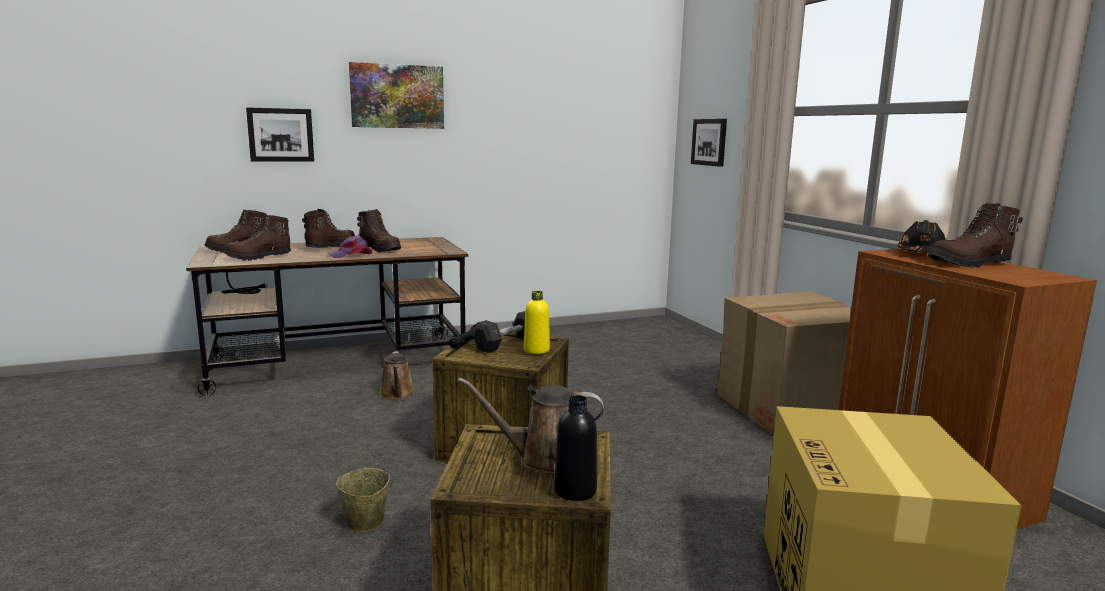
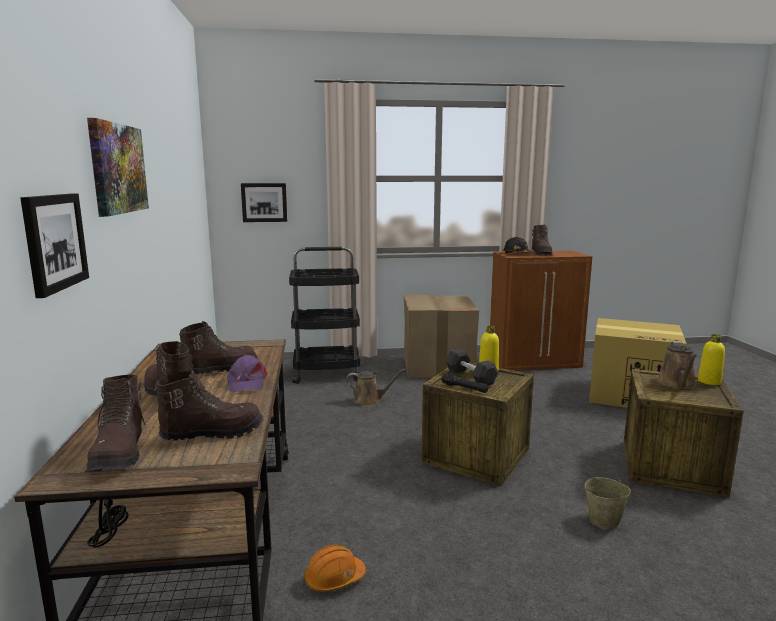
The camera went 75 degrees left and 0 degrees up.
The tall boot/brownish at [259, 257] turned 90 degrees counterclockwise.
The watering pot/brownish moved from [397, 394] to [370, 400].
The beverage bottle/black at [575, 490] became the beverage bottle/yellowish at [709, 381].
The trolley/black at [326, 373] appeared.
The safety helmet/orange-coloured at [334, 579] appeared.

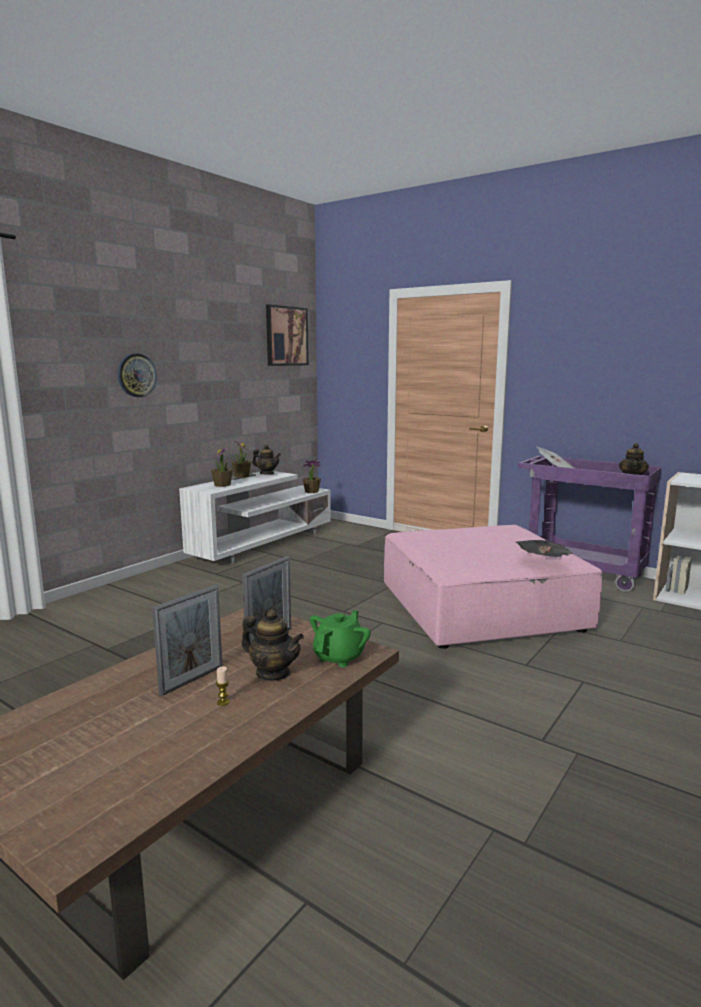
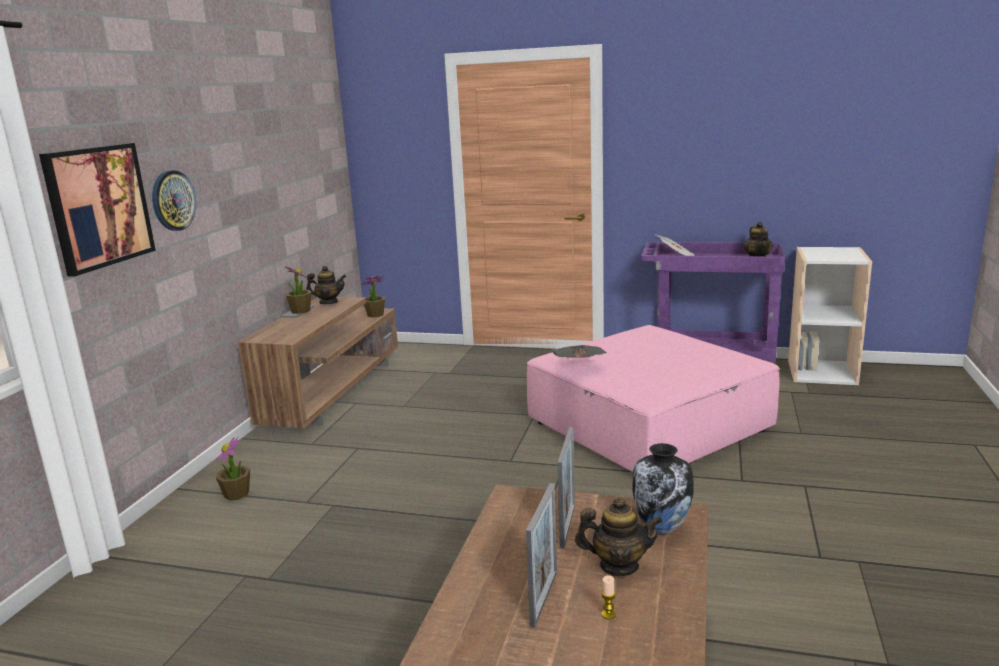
The camera went 20 degrees left and 5 degrees up.
The tv unit/white-coloured at [264, 544] became the tv unit/brownish at [336, 391].
The houseplant moved from [222, 485] to [237, 494].
The wall picture moved from [286, 336] to [99, 206].
The teapot/greenish at [339, 657] was replaced by the vase at [662, 528].
The daily paper moved from [543, 563] to [578, 366].

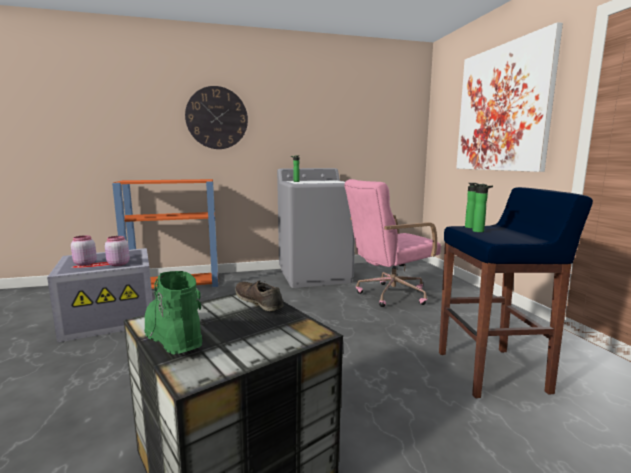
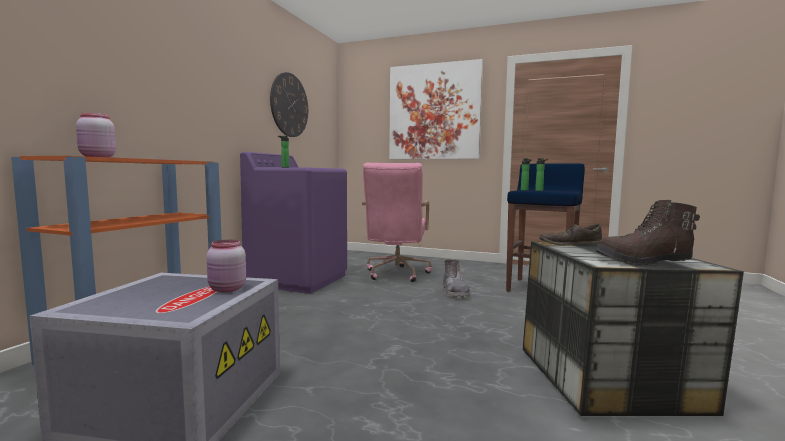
The camera went 55 degrees left and 5 degrees down.
The jar/pink-coloured moved from [84, 264] to [97, 157].
The tall boot/greenish at [172, 337] became the tall boot/brownish at [644, 262].
The wall clock moved from [217, 118] to [289, 105].
The laundry appliance/greyish at [315, 275] became the laundry appliance/purple-coloured at [298, 280].
The tall boot/greyish at [455, 293] appeared.

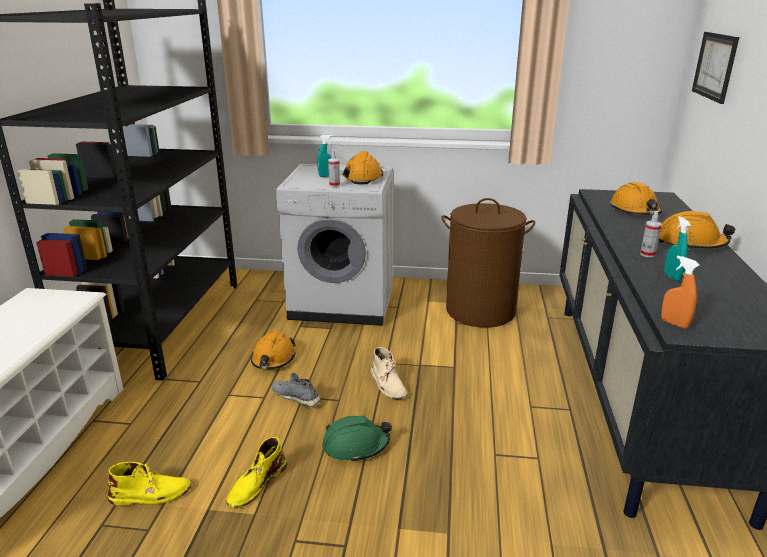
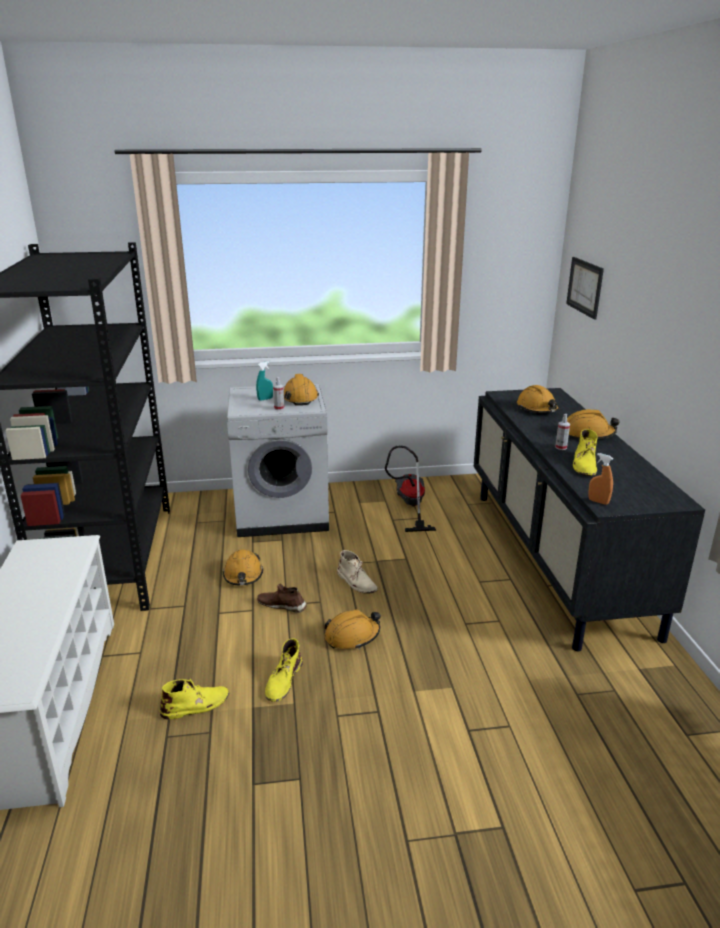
The camera went 15 degrees left and 0 degrees up.
The shoe/greyish at [297, 397] became the shoe/brownish at [282, 605].
The safety helmet/greenish at [356, 446] became the safety helmet/orange-coloured at [352, 636].
The hamper/brownish at [480, 311] was replaced by the hoover at [409, 505].
The hand sprayer/blue-green at [672, 277] was replaced by the tall boot/yellowish at [584, 464].

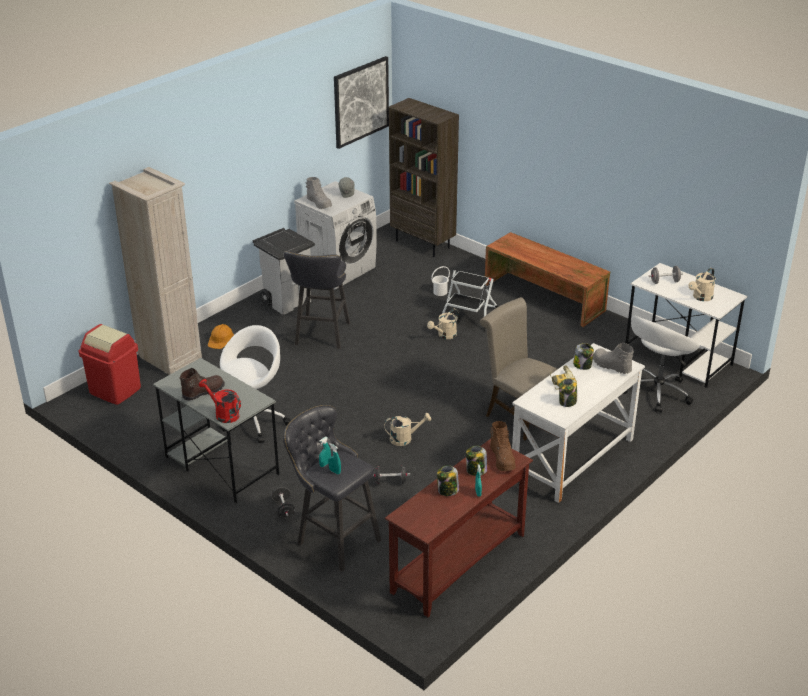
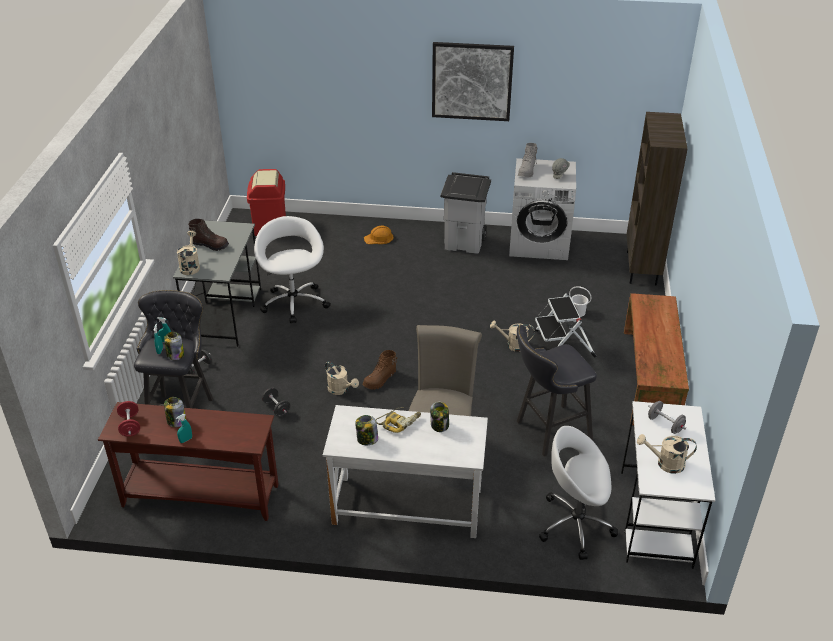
The camera went 55 degrees right and 5 degrees up.
The cabinet/sand-coloured at [170, 357] disappeared.
The watering pot/red at [223, 414] became the watering pot/sand-coloured at [190, 266].
The office chair/white-coloured at [255, 419] turned 120 degrees counterclockwise.
The stool seat/black moved from [321, 337] to [546, 432].
The wall picture moved from [361, 101] to [472, 81].
The jar moved from [476, 470] to [175, 355].
The tall boot/brownish moved from [502, 459] to [380, 380].
The tall boot/greyish at [611, 366] disappeared.
The free weight/red at [130, 426] appeared.

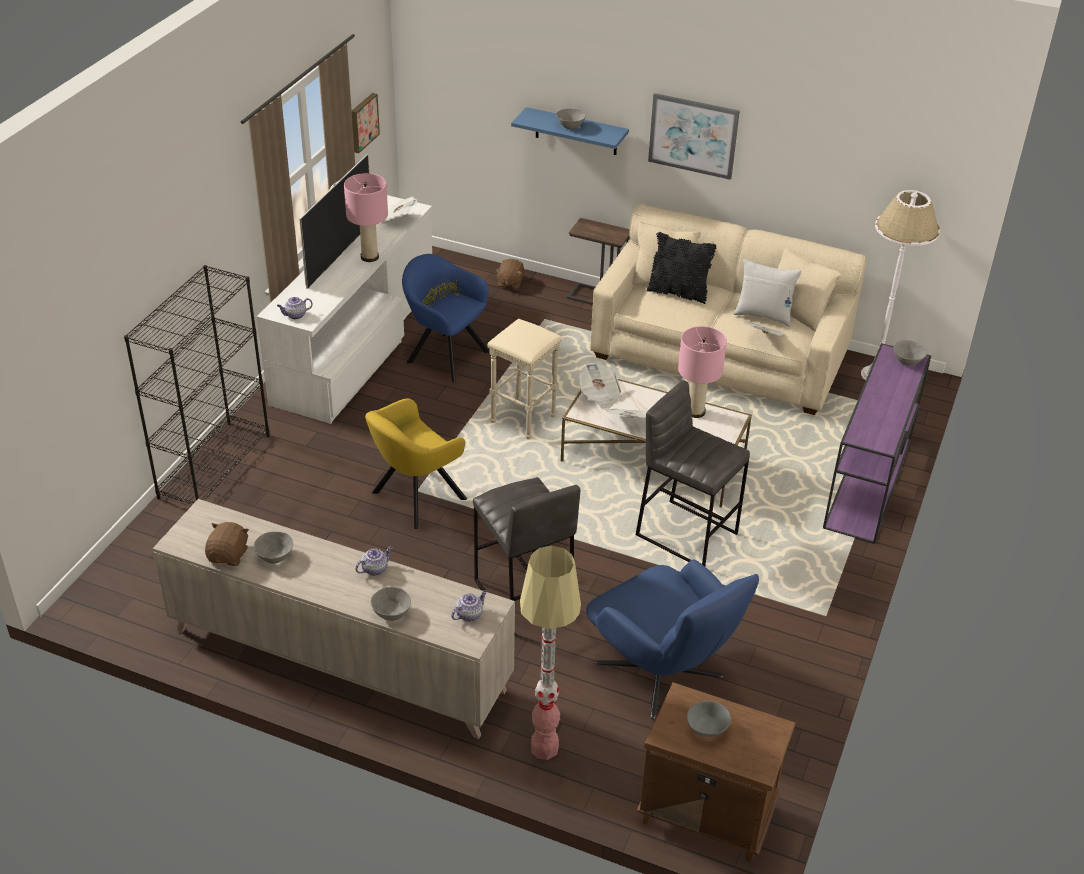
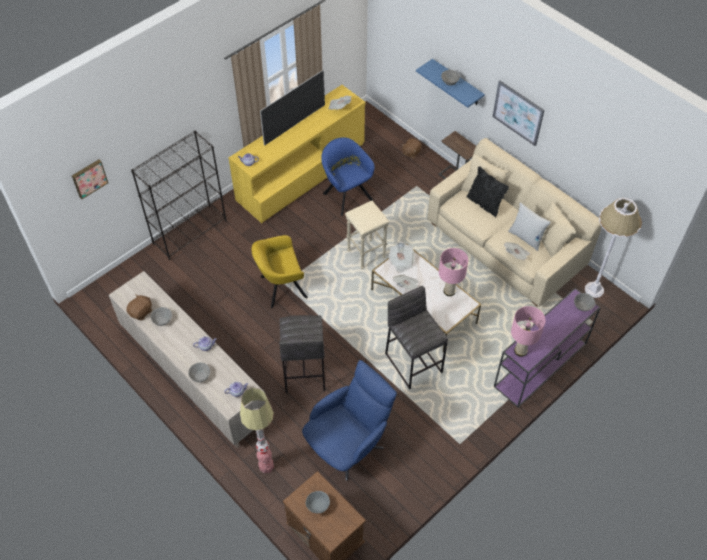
The camera went 25 degrees right and 15 degrees up.
The tv unit/white-coloured at [357, 348] became the tv unit/yellowish at [301, 175].
The lamp for a table/pink-coloured moved from [370, 257] to [520, 351].
The wall picture moved from [363, 122] to [89, 178].
The easy chair/bluish at [661, 673] turned 120 degrees counterclockwise.

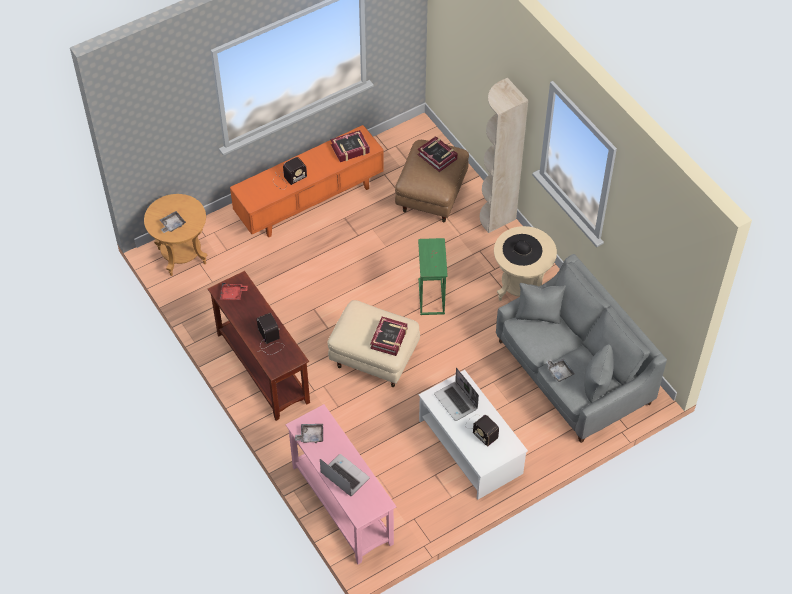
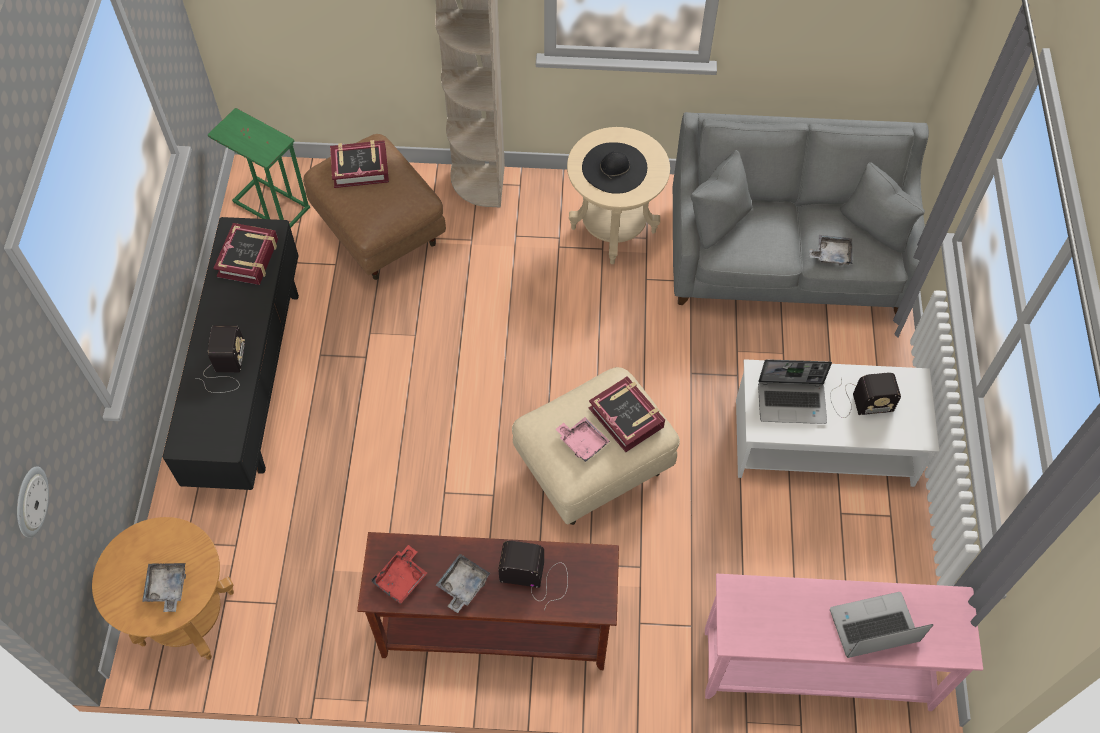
The camera went 55 degrees left and 5 degrees up.
The tv unit/orange-coloured at [309, 199] became the tv unit/black at [246, 377].
The carrying tray/greyish moved from [310, 435] to [462, 585].
The side table/greenish moved from [431, 297] to [272, 205].
The wall clock at [30, 501] appeared.
The carrying tray/pink-coloured at [582, 442] appeared.

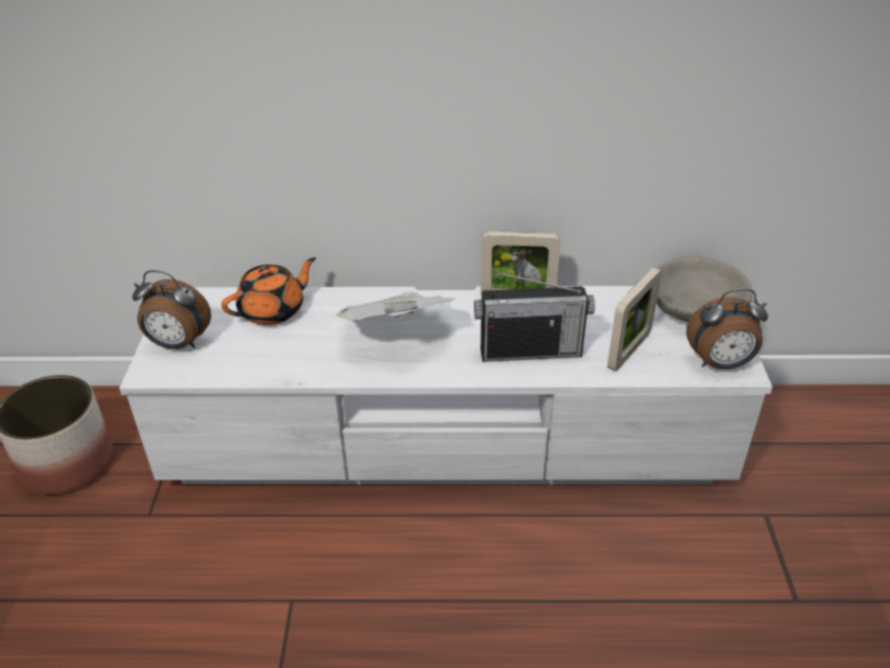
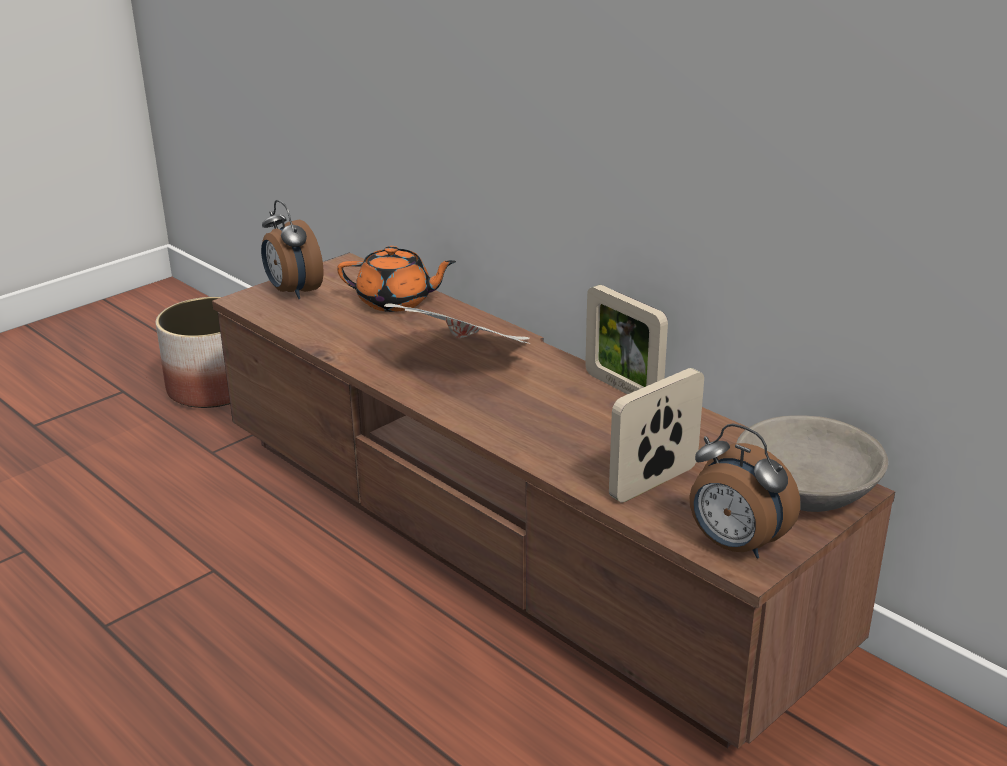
The camera went 45 degrees right and 10 degrees down.
The tv unit/white-coloured at [447, 441] became the tv unit/brownish at [507, 539].
The radio set at [530, 351] disappeared.
The picture frame at [629, 351] turned 150 degrees clockwise.

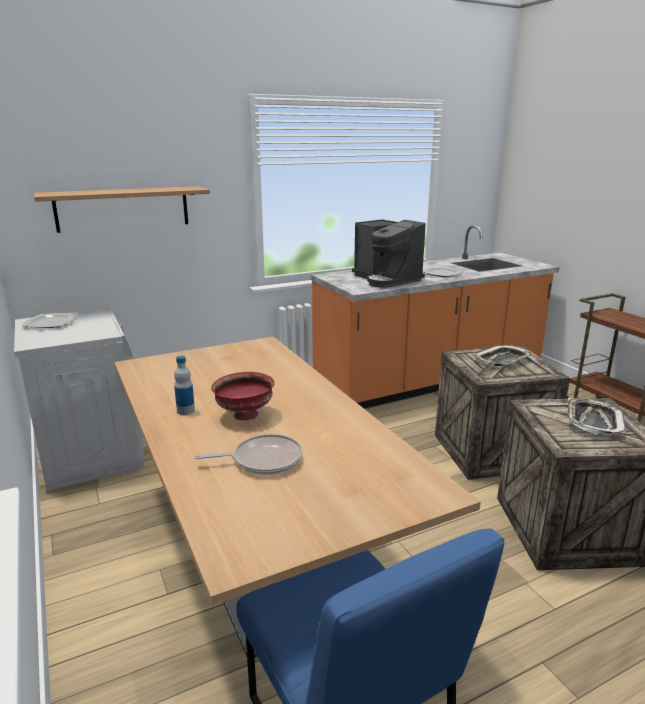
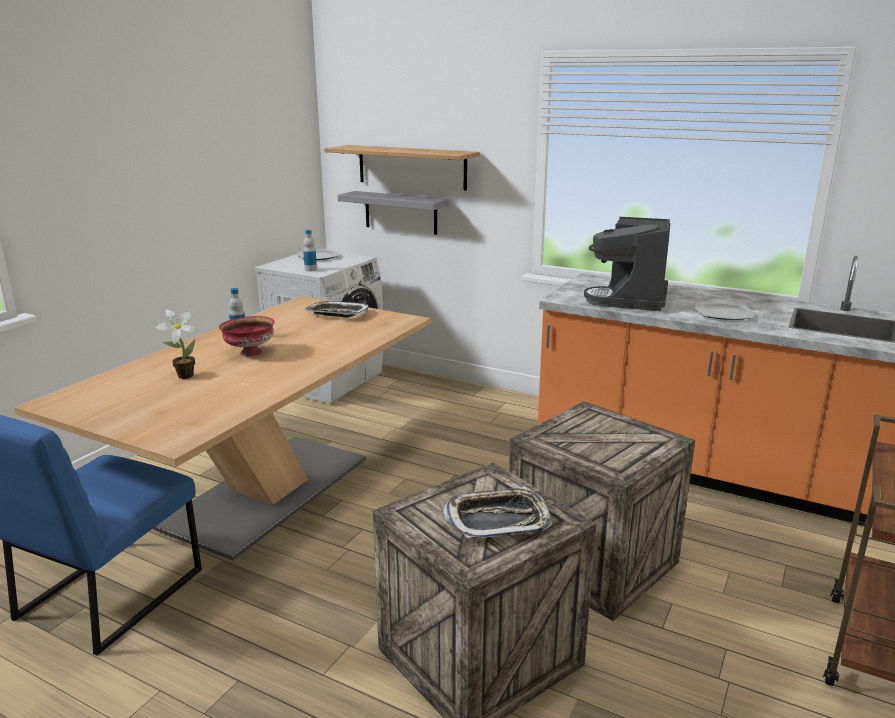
The camera went 55 degrees right and 0 degrees up.
The pan at [263, 460] was replaced by the houseplant at [182, 376].
The carrying tray moved from [502, 360] to [337, 314].
The beverage bottle at [310, 270] appeared.
The wall shelf/greyish at [400, 212] appeared.

